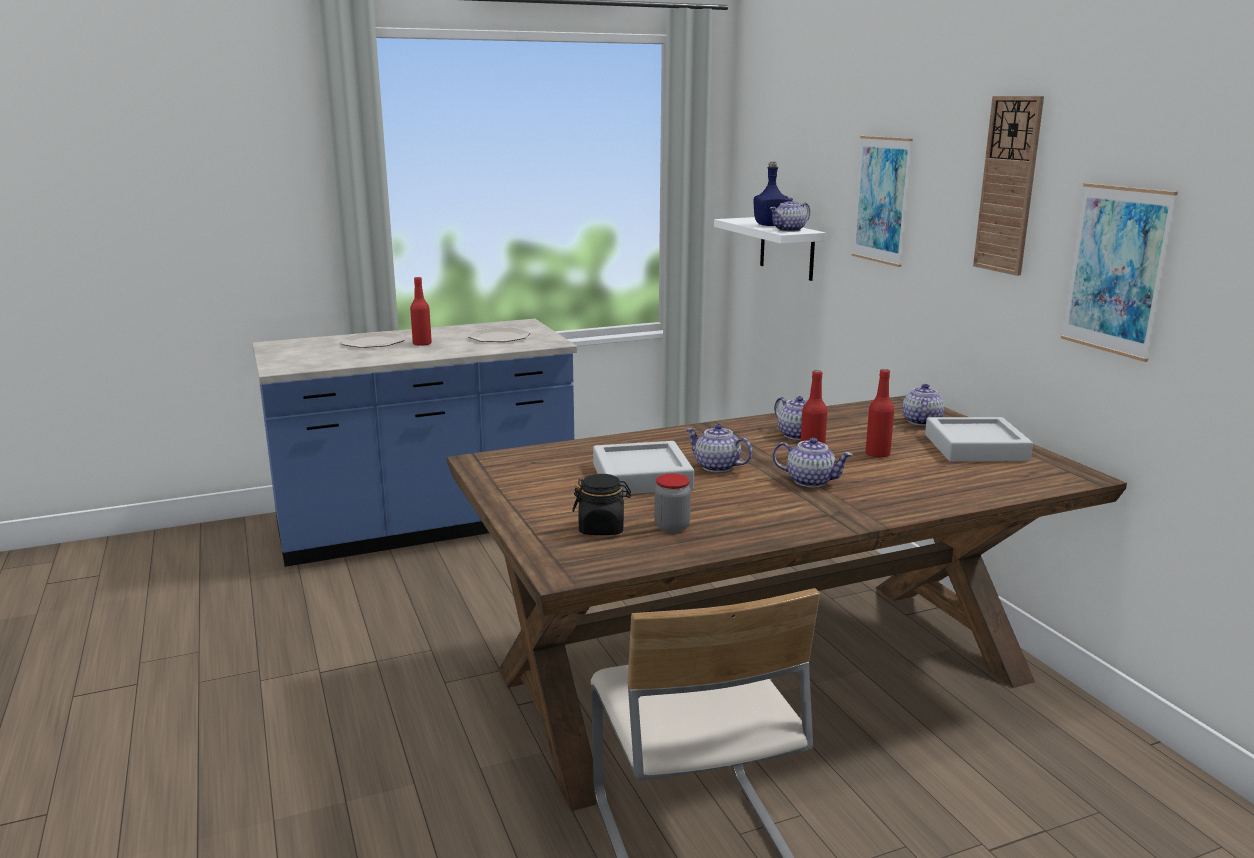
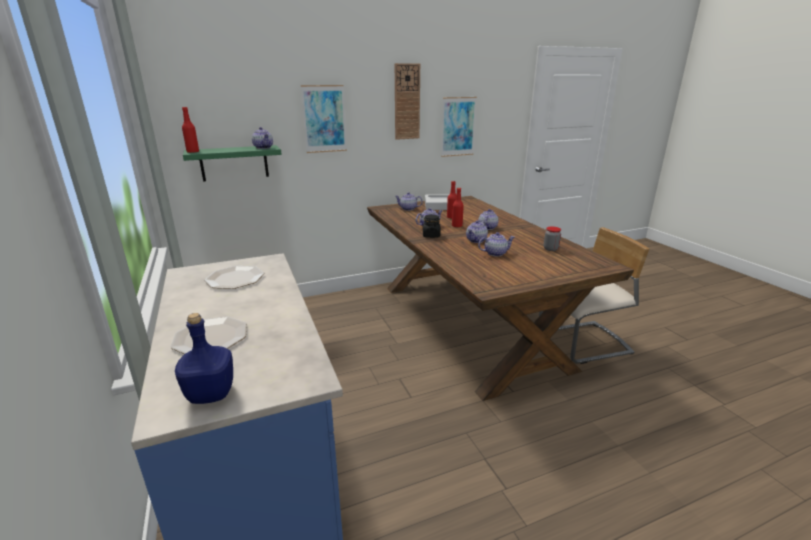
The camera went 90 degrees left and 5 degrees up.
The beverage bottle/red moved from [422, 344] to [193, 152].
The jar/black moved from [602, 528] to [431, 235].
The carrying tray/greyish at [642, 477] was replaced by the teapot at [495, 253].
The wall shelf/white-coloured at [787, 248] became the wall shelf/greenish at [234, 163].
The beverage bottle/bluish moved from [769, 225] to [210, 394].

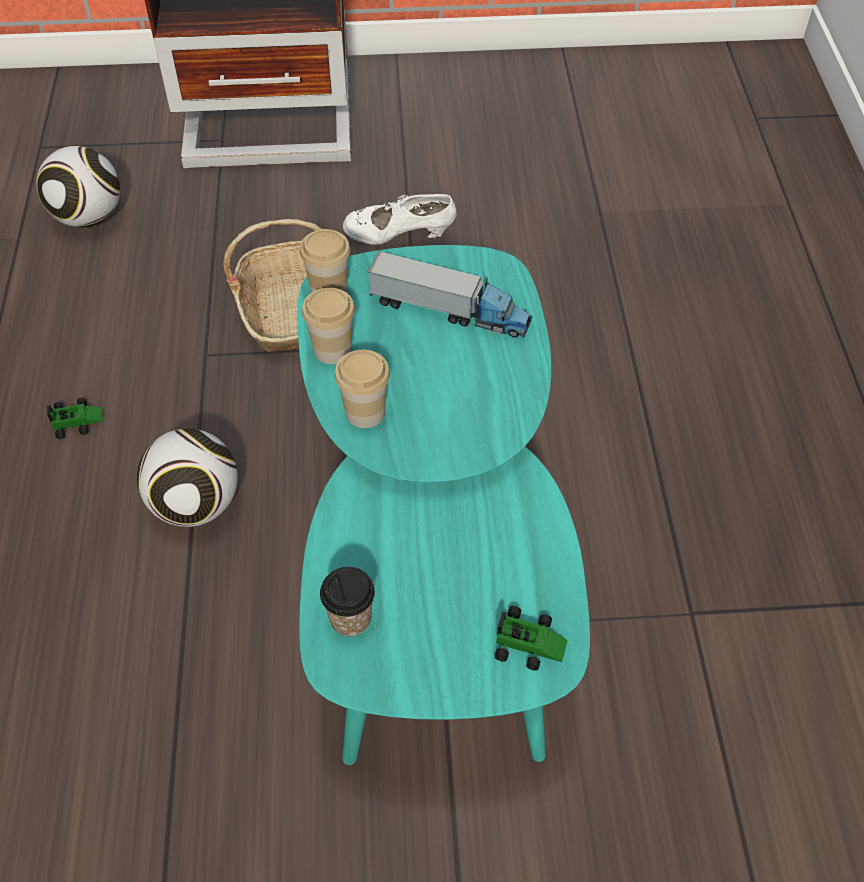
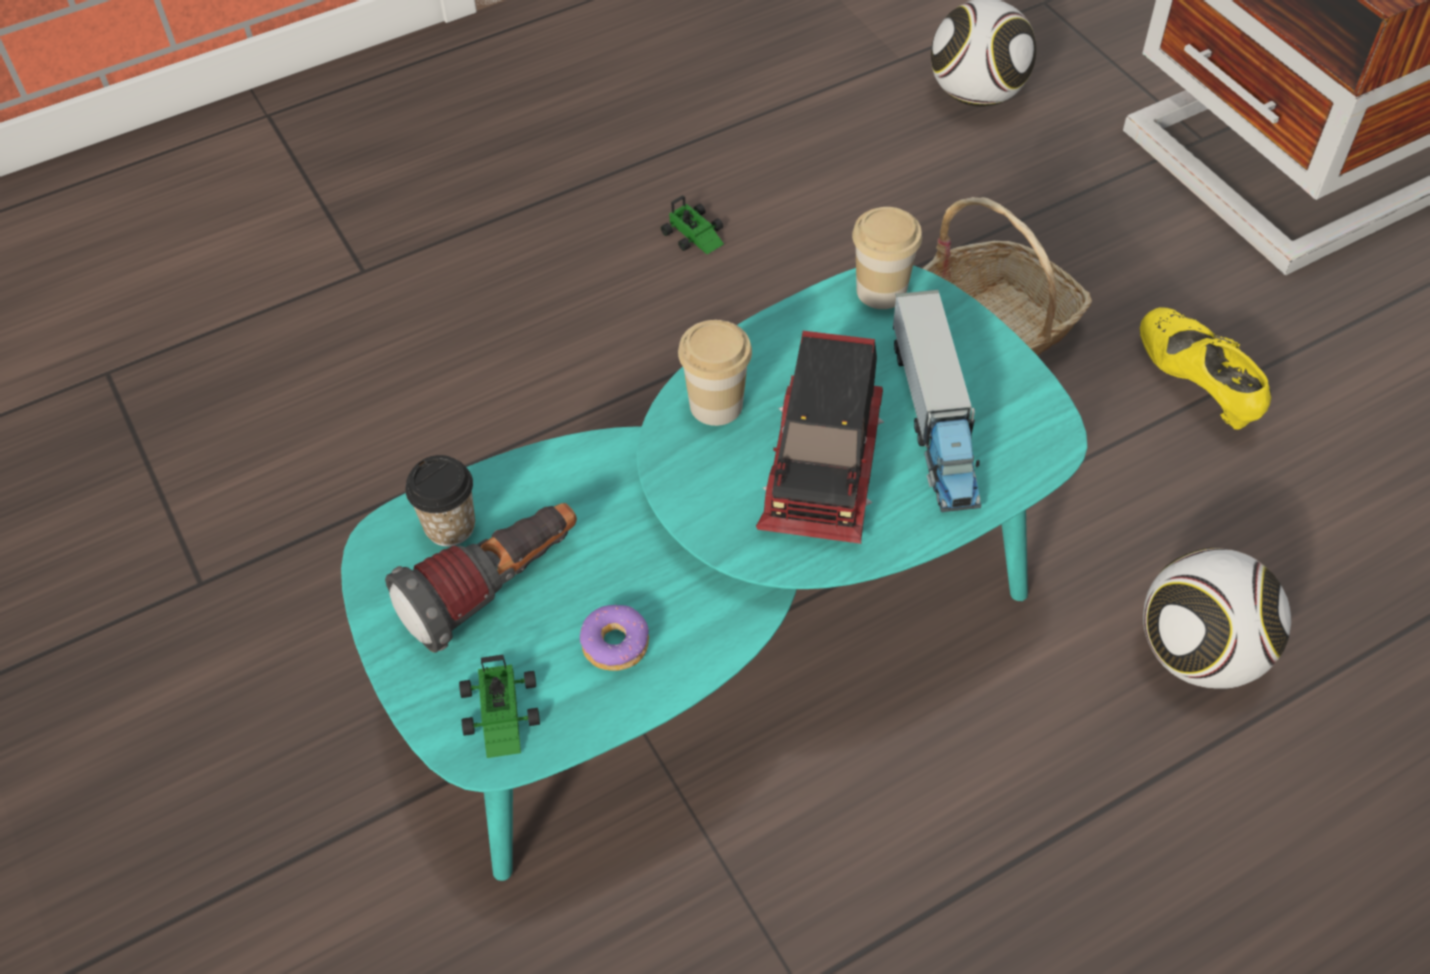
The camera went 65 degrees right and 0 degrees up.
The football moved from [196, 503] to [1200, 653].
The small cup at [332, 349] disappeared.
The shoe/white-coloured at [399, 237] became the shoe/yellowish at [1195, 386].
The torch at [495, 590] appeared.
The doughnut at [616, 644] appeared.
The toy lorry at [825, 466] appeared.

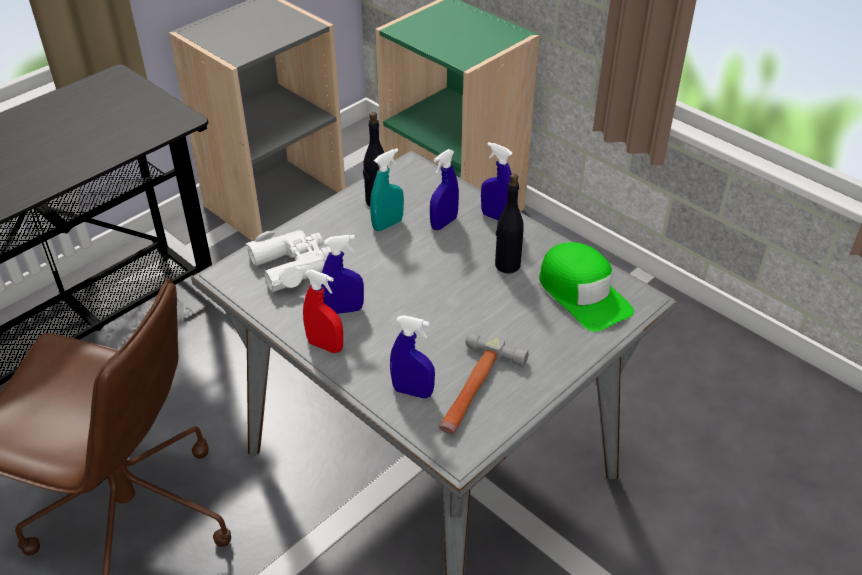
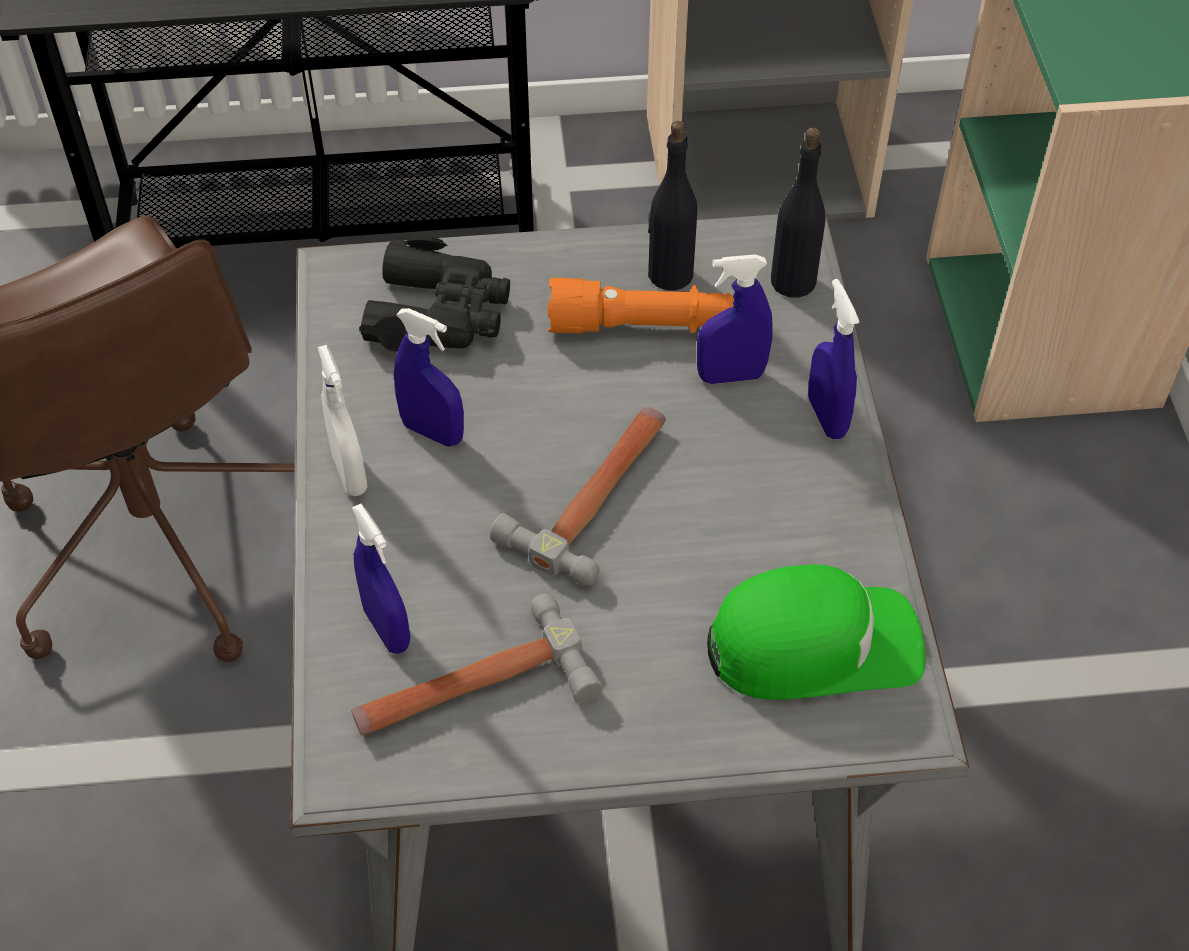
The camera went 40 degrees right and 10 degrees up.
The pair of binoculars/white-coloured at [293, 265] became the pair of binoculars/black at [439, 313].
The hand sprayer/red at [325, 346] became the hand sprayer/white-coloured at [349, 473].
The hand sprayer/blue-green at [388, 224] was replaced by the torch/orange-coloured at [643, 326].
The beverage bottle/black moved from [507, 265] to [792, 281].
The baseball cap/greenish at [583, 294] turned 105 degrees counterclockwise.
The hand hammer at [597, 494] appeared.

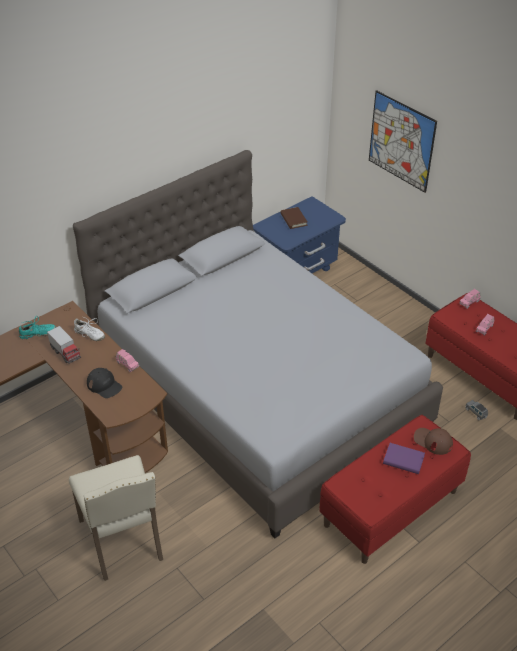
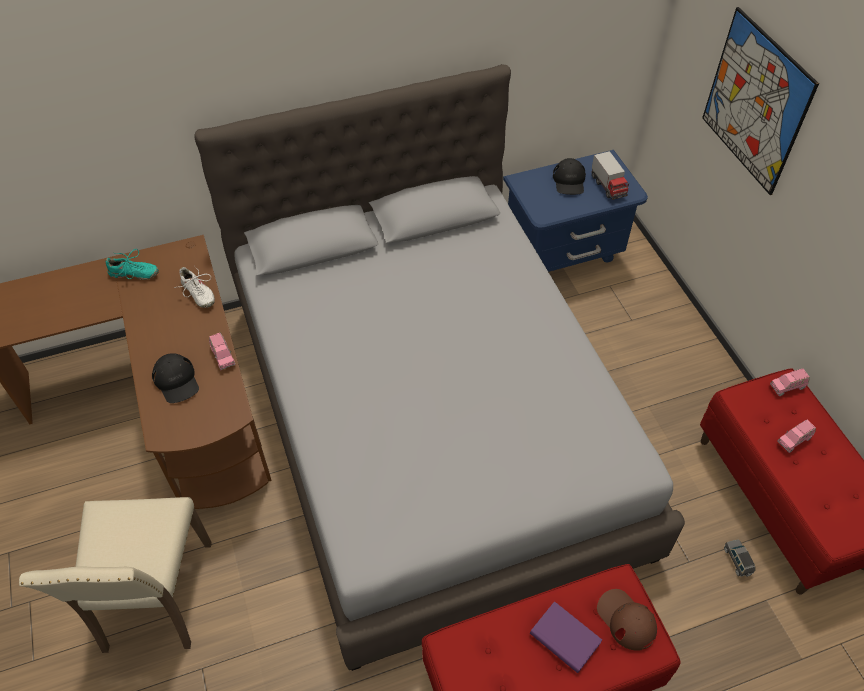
The camera went 20 degrees right and 10 degrees up.
The toy lorry moved from [65, 353] to [608, 186].
The volume/brownish at [293, 219] was replaced by the baseball cap/black at [569, 181].

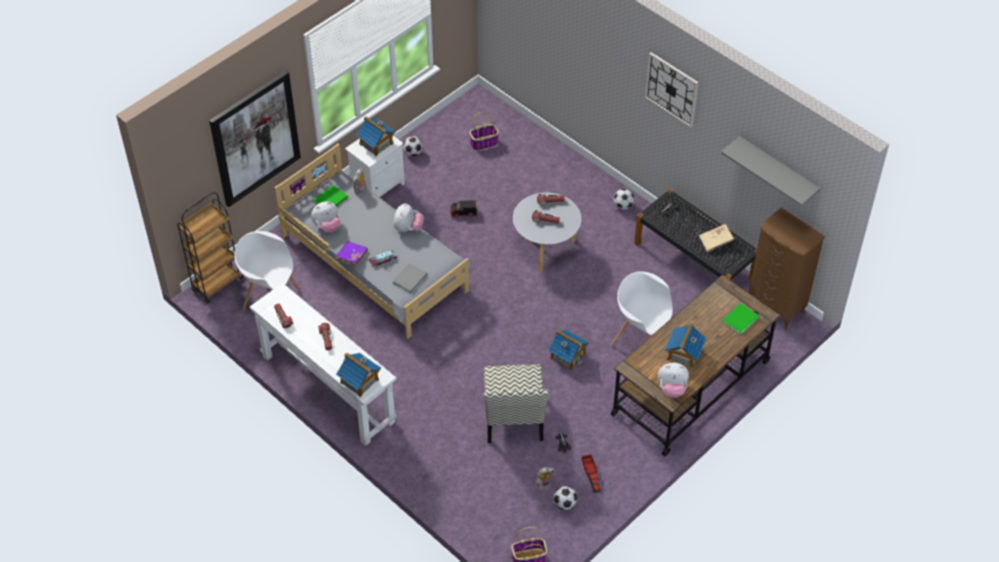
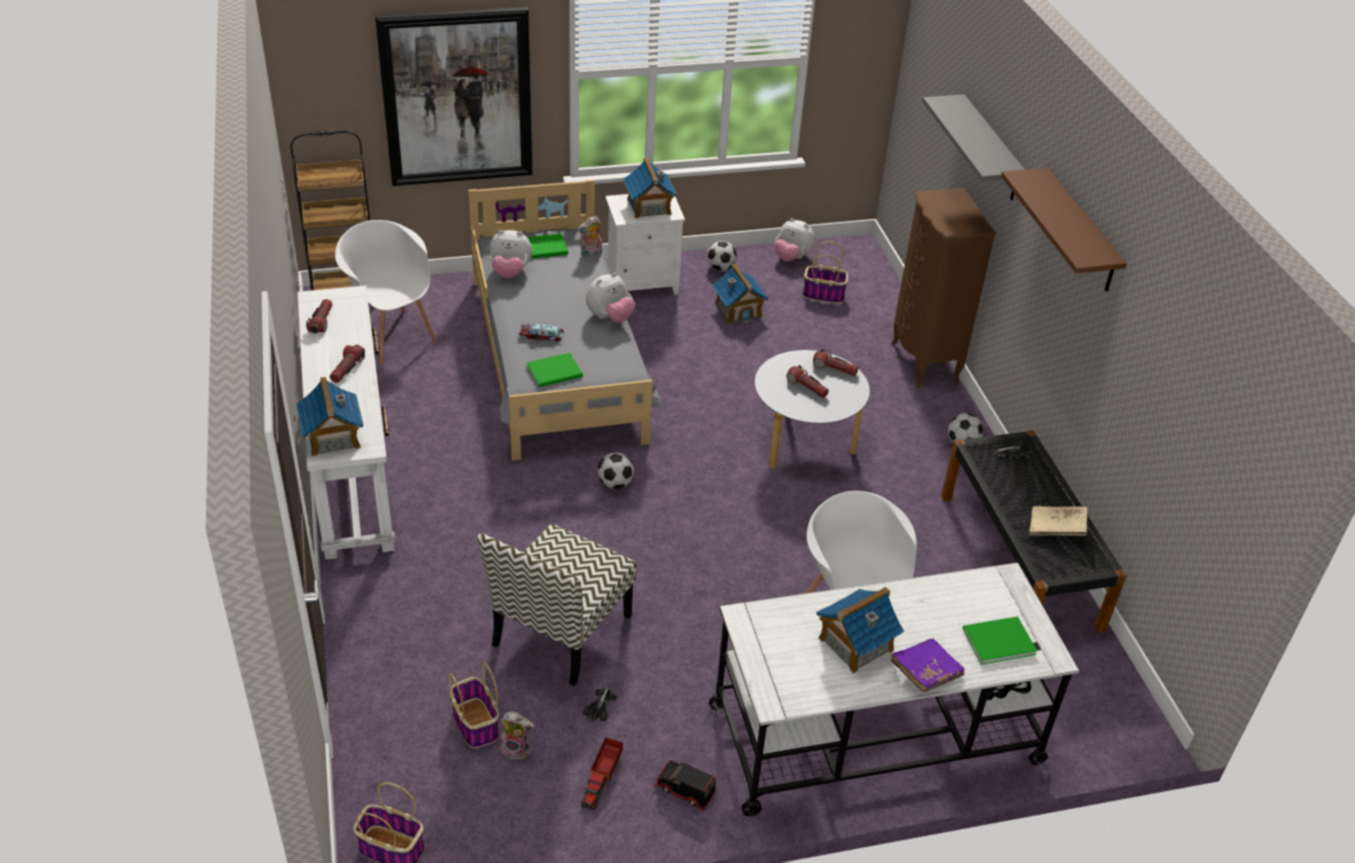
The camera went 30 degrees right and 10 degrees down.
The volume/purple-coloured moved from [351, 257] to [925, 672].
The volume/greyish at [411, 278] became the volume/greenish at [556, 372].
The toy lorry moved from [463, 213] to [684, 790].
The model house moved from [567, 355] to [738, 310].
The football moved from [565, 504] to [615, 484].
The desk table/brownish at [691, 387] became the desk table/white-coloured at [875, 734].
The wall clock at [671, 89] was replaced by the wall shelf/brownish at [1080, 232].
The cuddly toy moved from [672, 389] to [792, 258].
The wall shelf/greyish moved from [777, 170] to [990, 149].
The drawer chest/brownish moved from [774, 309] to [922, 363].
The basket at [475, 723] appeared.

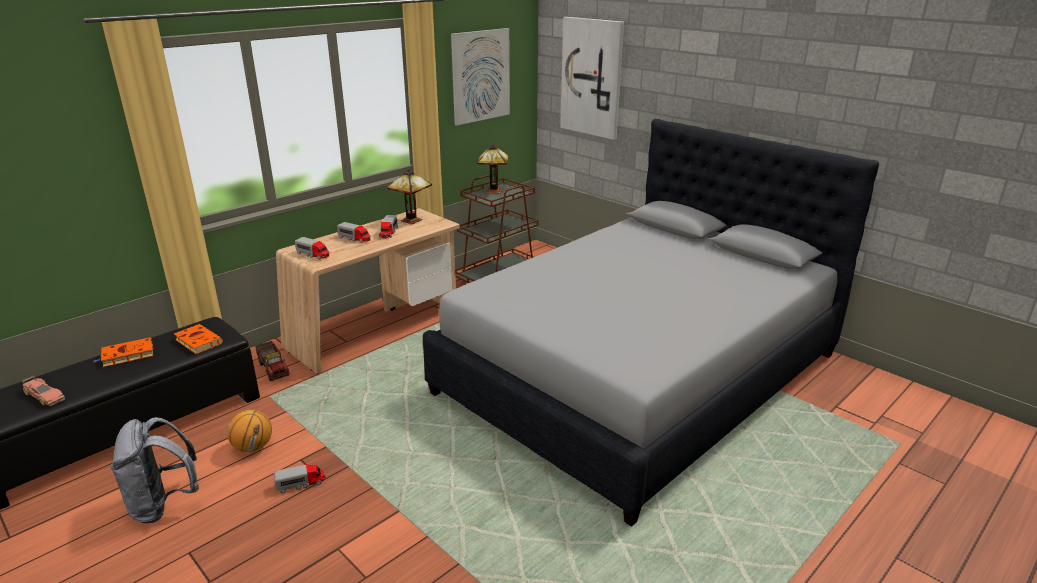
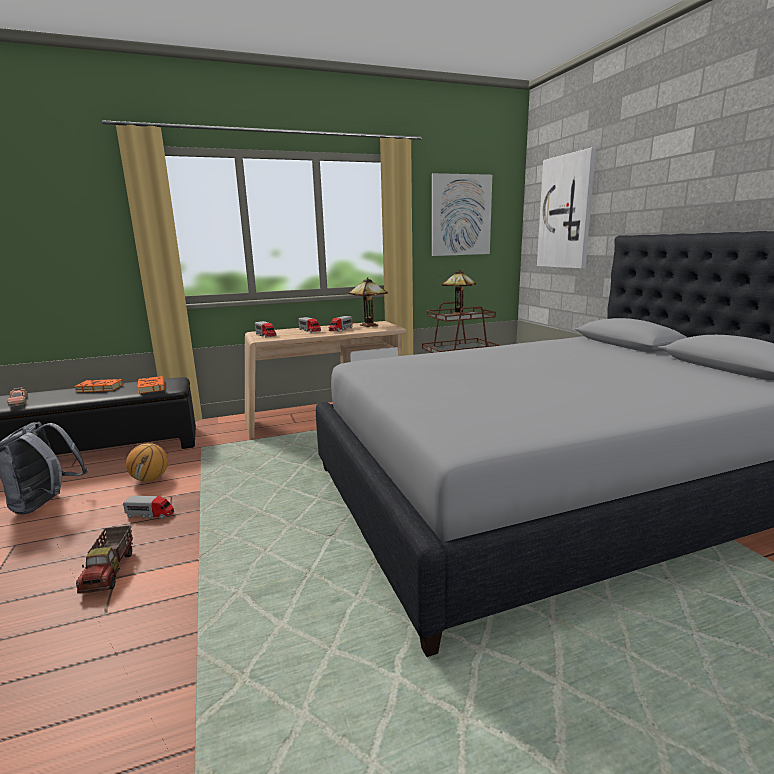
The camera went 25 degrees right and 10 degrees down.
The toy lorry moved from [274, 369] to [110, 571].

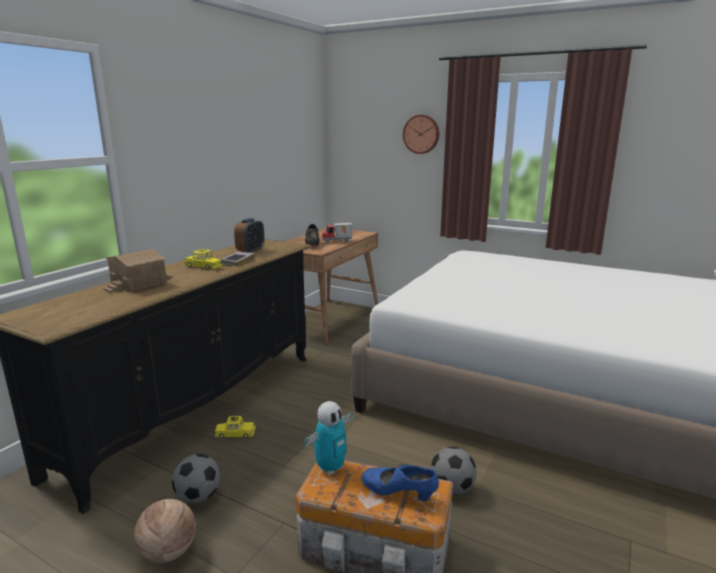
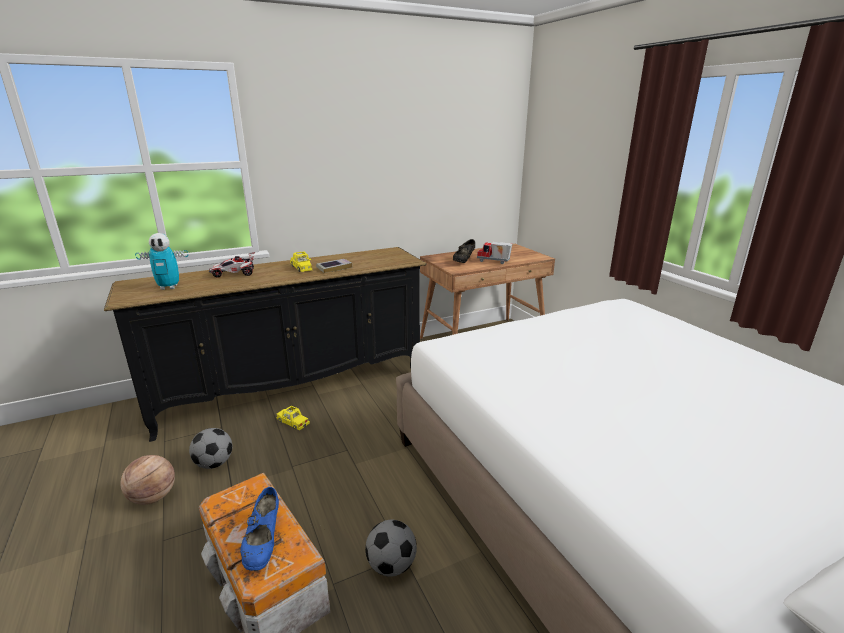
The camera went 35 degrees right and 5 degrees up.
The model house at [139, 283] was replaced by the miniature car at [234, 274].
The alarm clock at [250, 251] disappeared.
The robot figure moved from [330, 468] to [169, 287].
The shoe/bluish at [399, 494] turned 150 degrees counterclockwise.
The wall clock at [421, 134] disappeared.

